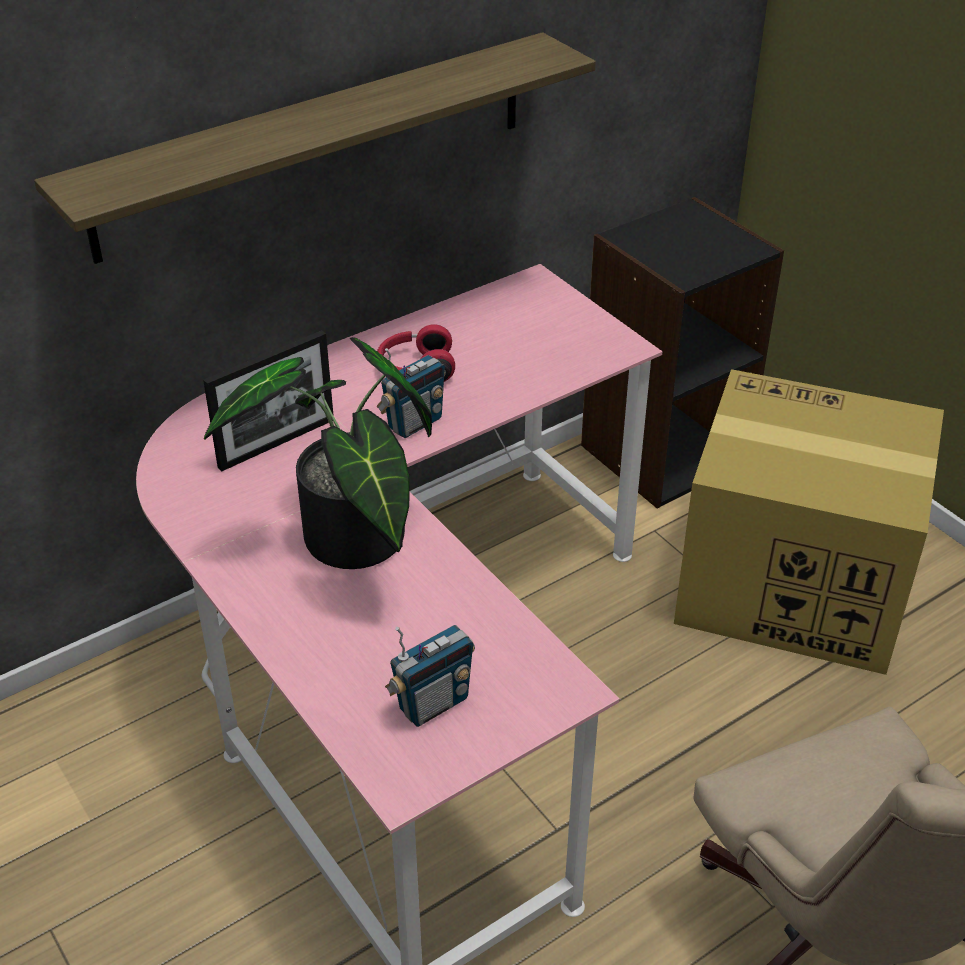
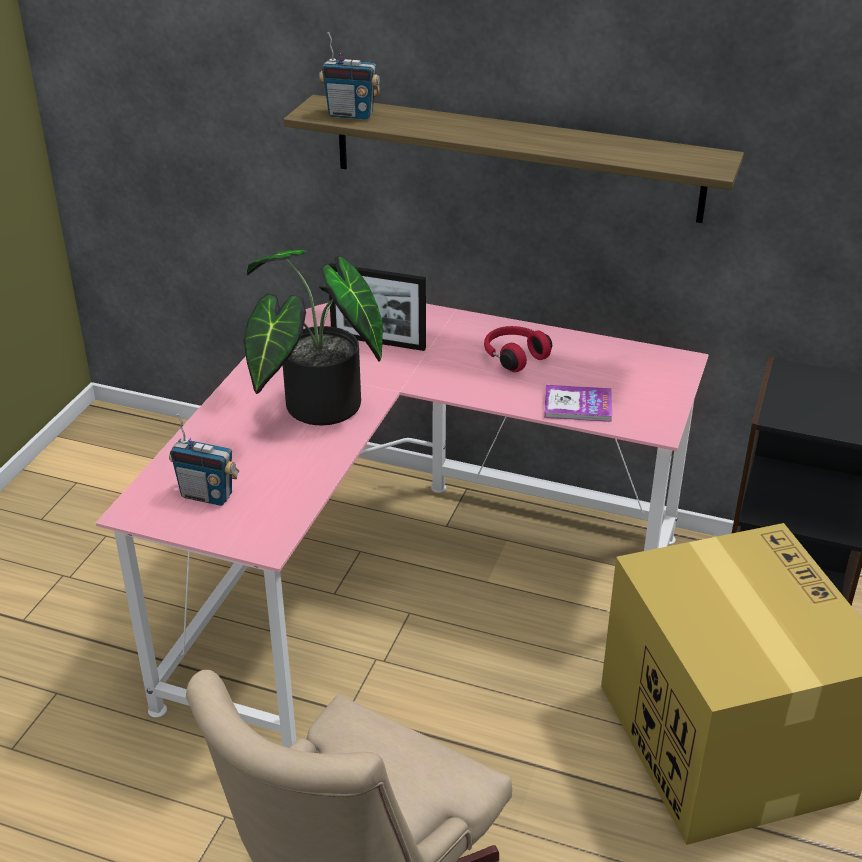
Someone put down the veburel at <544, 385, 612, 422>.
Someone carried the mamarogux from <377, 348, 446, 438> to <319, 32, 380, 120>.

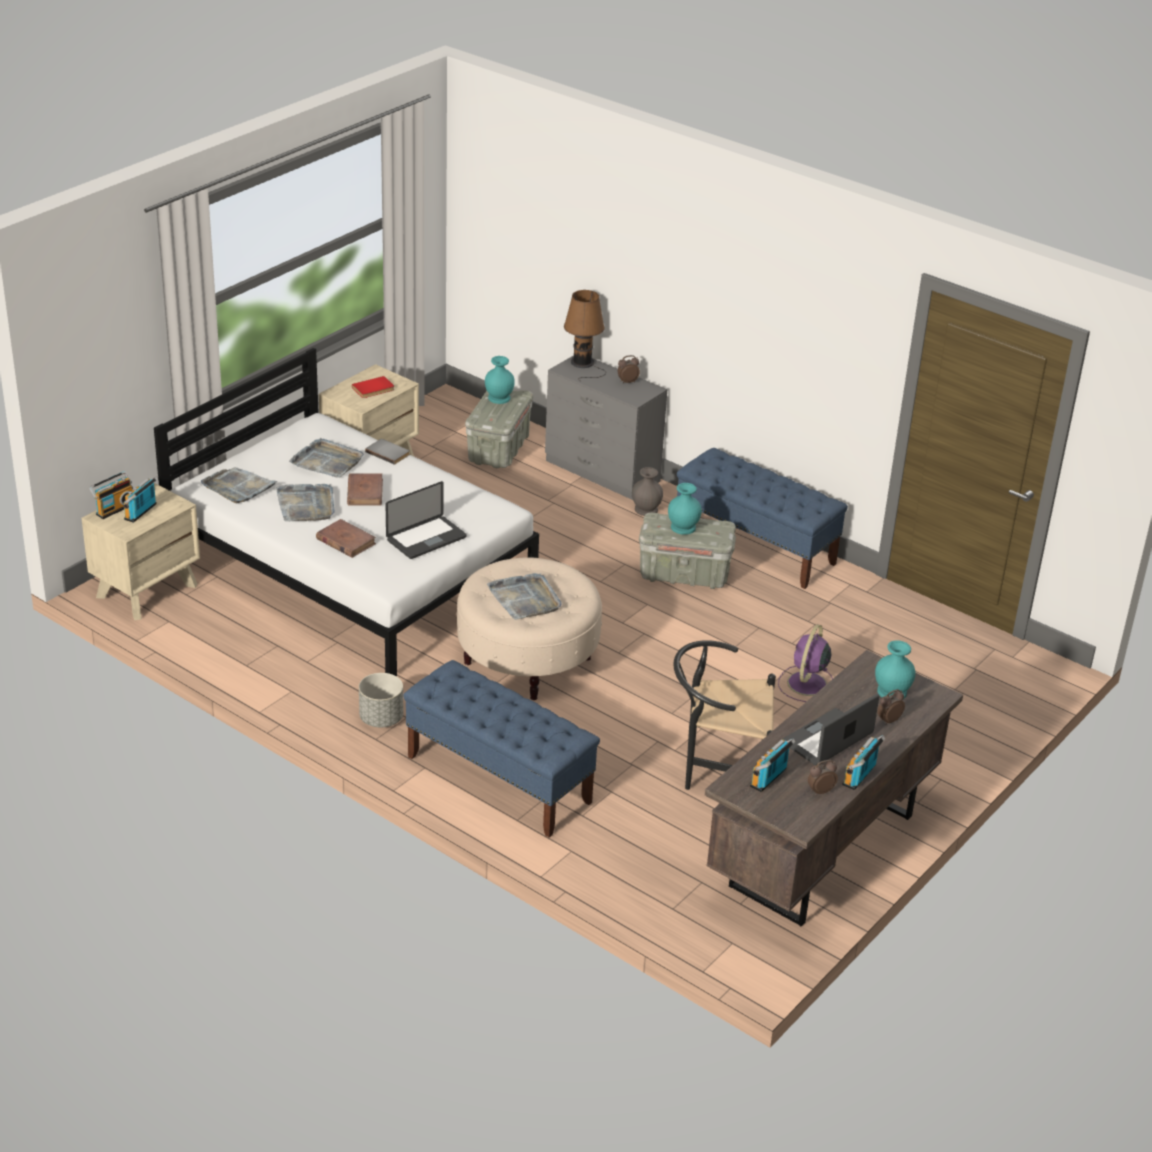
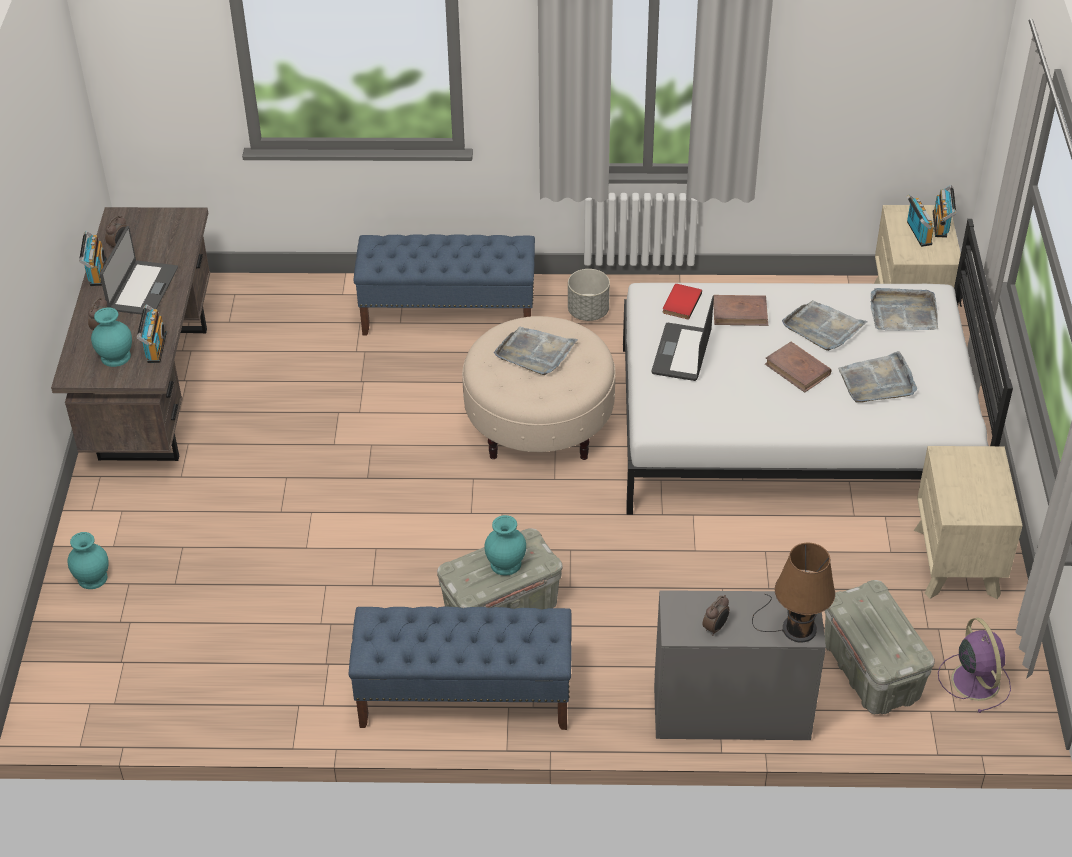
Someone took away the grey_veburel at <365, 439, 410, 465>.
Someone took away the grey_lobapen at <632, 467, 663, 516>.
Someone took away the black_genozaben at <673, 640, 776, 790>.
Someone carried the red_veburel from <352, 376, 394, 398> to <663, 284, 702, 320>.
Someone carried the turquoise_lobapen from <485, 356, 515, 404> to <67, 532, 109, 589>.
Someone carried the mamarogux from <750, 738, 796, 792> to <137, 304, 167, 363>.
Someone carried the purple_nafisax from <778, 624, 833, 702> to <938, 618, 1011, 713>.

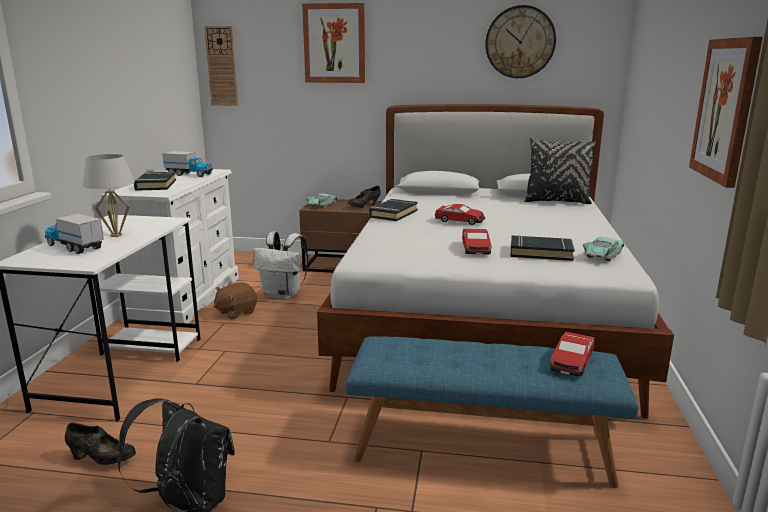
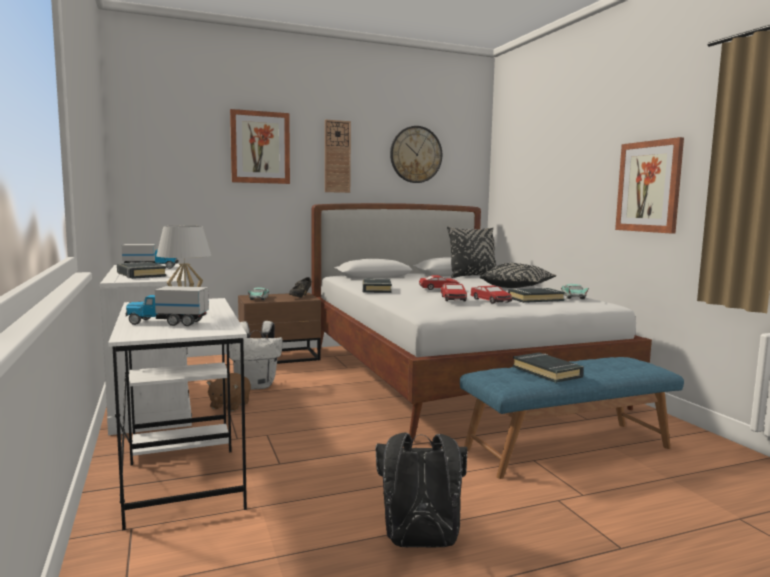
Someone took away the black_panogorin at <65, 423, 136, 465>.
Someone put down the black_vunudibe at <480, 263, 556, 288>.
Someone put down the black_veburel at <513, 353, 584, 383>.
Someone carried the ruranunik from <204, 26, 238, 106> to <325, 119, 351, 193>.
Someone carried the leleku from <550, 332, 595, 376> to <441, 283, 467, 301>.

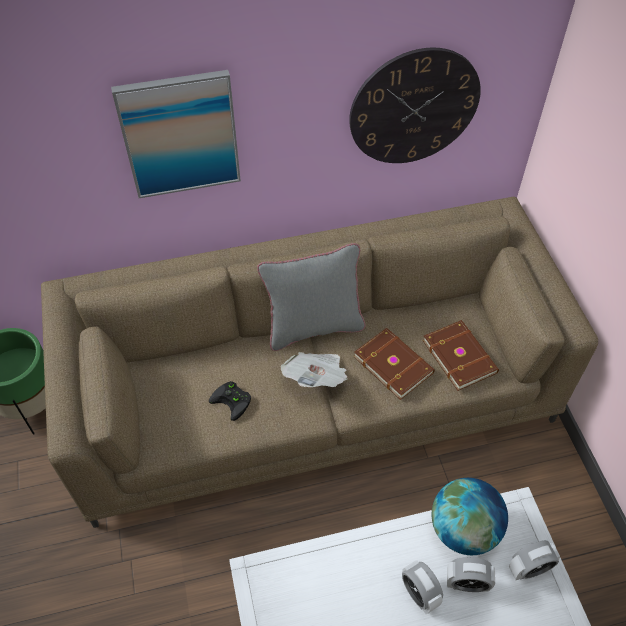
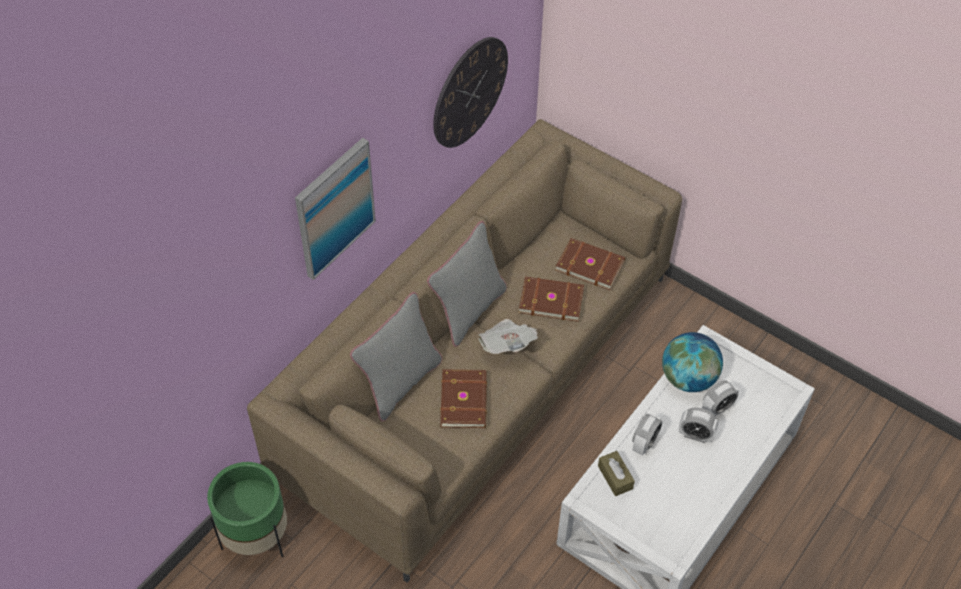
Someone put down the grey_vunudibe at <350, 292, 442, 421>.
Someone put down the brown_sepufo at <598, 451, 635, 496>.
Someone carried the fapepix from <509, 540, 560, 580> to <632, 413, 662, 456>.
Someone swapped the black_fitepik at <209, 381, 251, 421> for the brown_veburel at <440, 369, 487, 428>.

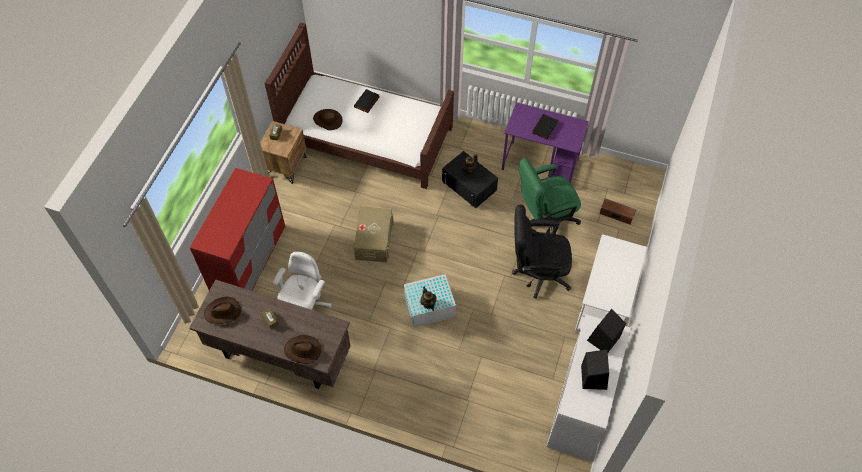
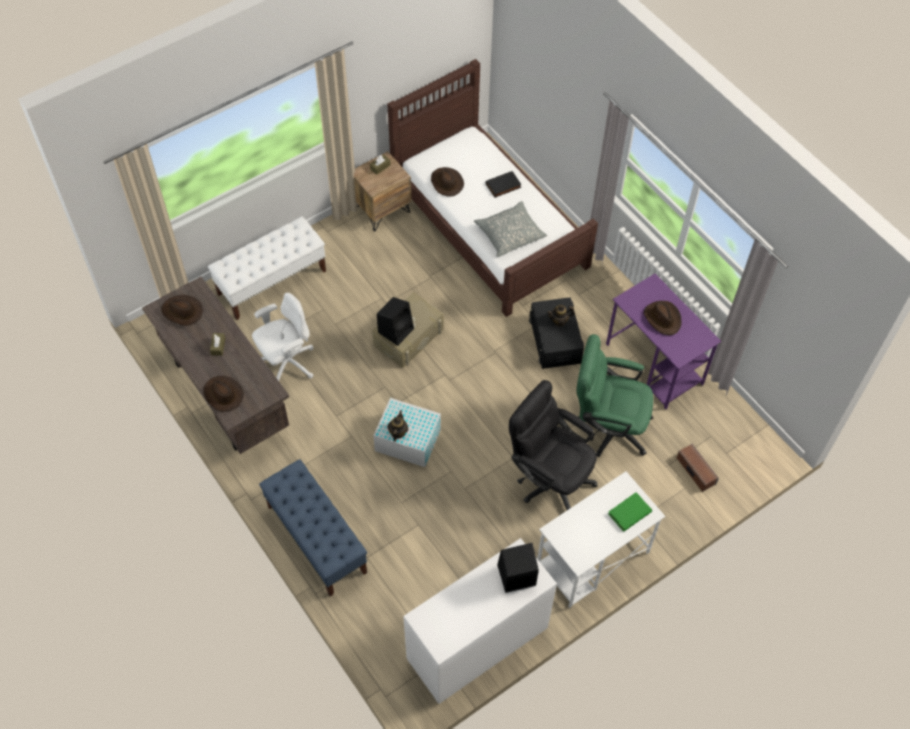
Someone put down the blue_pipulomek at <259, 459, 367, 597>.
Someone put down the grey_vunudibe at <474, 201, 547, 257>.
Someone put down the green_veburel at <608, 492, 652, 532>.
Someone carried the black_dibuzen from <581, 349, 609, 390> to <377, 297, 414, 346>.
Someone swapped the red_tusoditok at <190, 168, 285, 291> for the white_pipulomek at <208, 217, 326, 320>.
Someone swapped the black_veburel at <532, 114, 558, 139> for the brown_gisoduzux at <644, 301, 681, 335>.

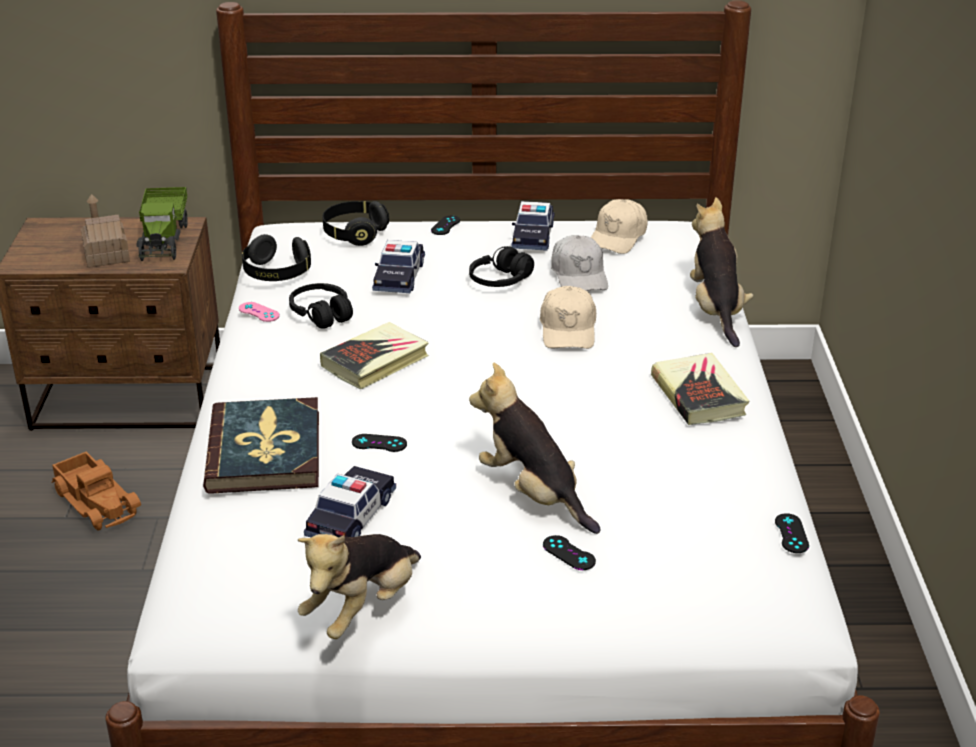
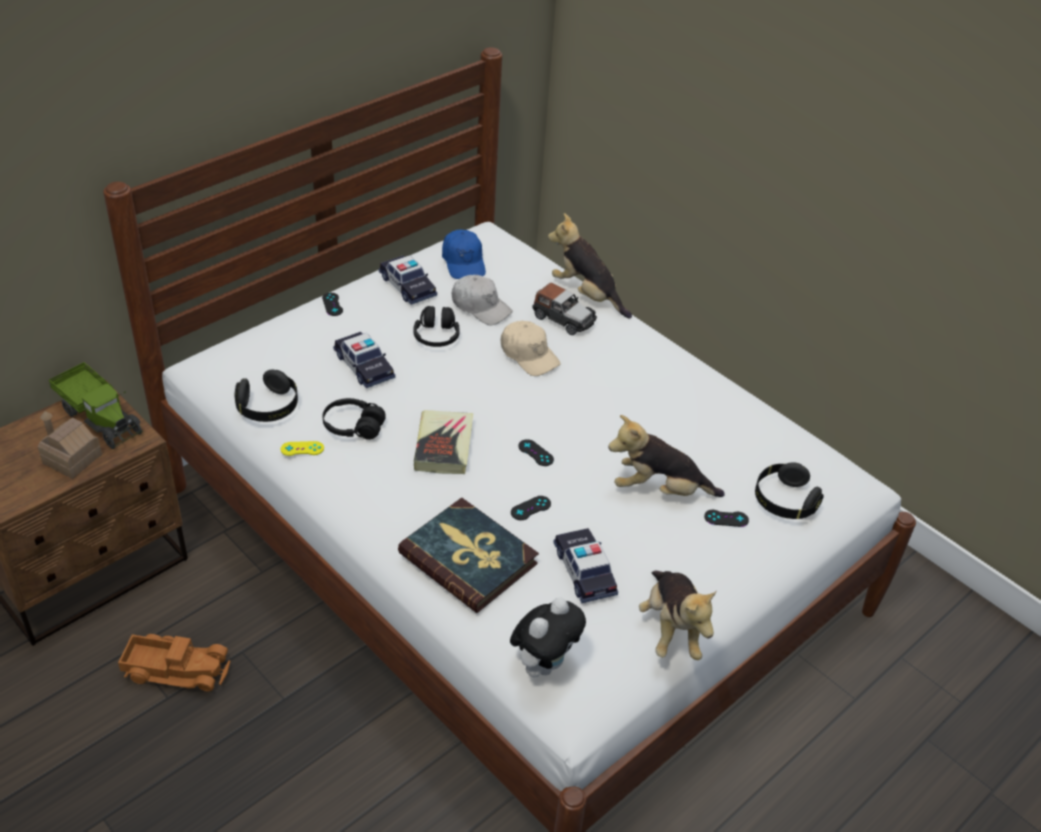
Someone took away the veburel at <651, 353, 749, 425>.
Someone put down the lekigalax at <510, 597, 586, 677>.
Someone put down the leleku at <532, 283, 597, 335>.
Someone carried the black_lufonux from <322, 201, 389, 246> to <755, 462, 824, 519>.
Someone carried the black_fitepik from <775, 513, 809, 553> to <518, 439, 554, 466>.
Someone repainted the pink_fitepik at <239, 302, 280, 322>, which became the yellow_fitepik at <281, 441, 324, 456>.
Someone repainted the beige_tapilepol at <591, 199, 648, 254>, which became the blue_tapilepol at <442, 230, 486, 279>.

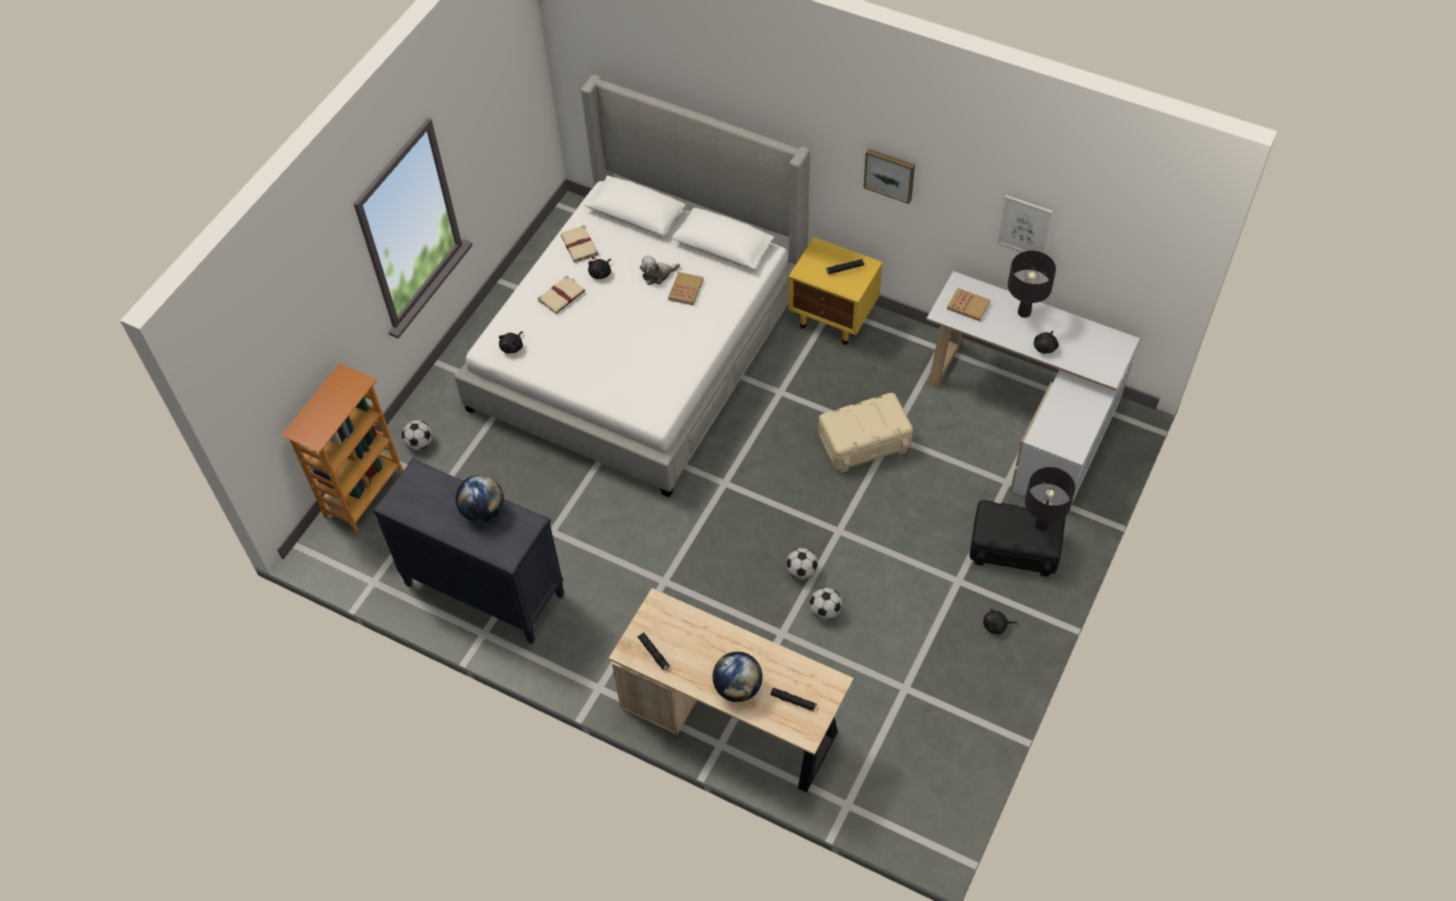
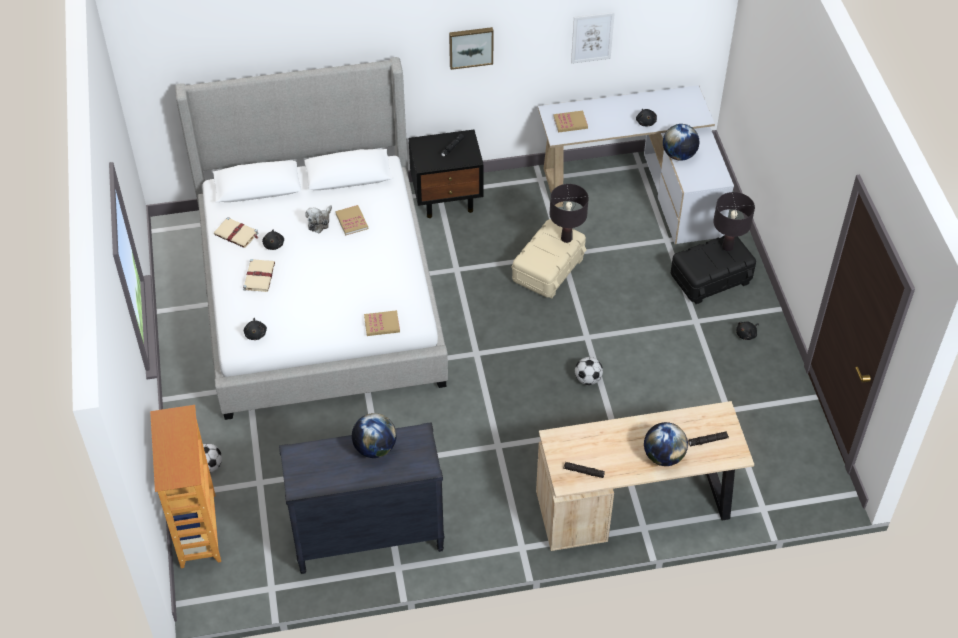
Someone took away the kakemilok at <810, 587, 842, 620>.
Someone put down the veburel at <364, 310, 400, 336>.
Someone put down the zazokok at <663, 124, 699, 161>.
Someone carried the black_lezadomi from <1008, 251, 1056, 318> to <550, 184, 589, 243>.
Someone repainted the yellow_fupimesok at <788, 237, 882, 345>, which became the black_fupimesok at <408, 130, 484, 218>.

